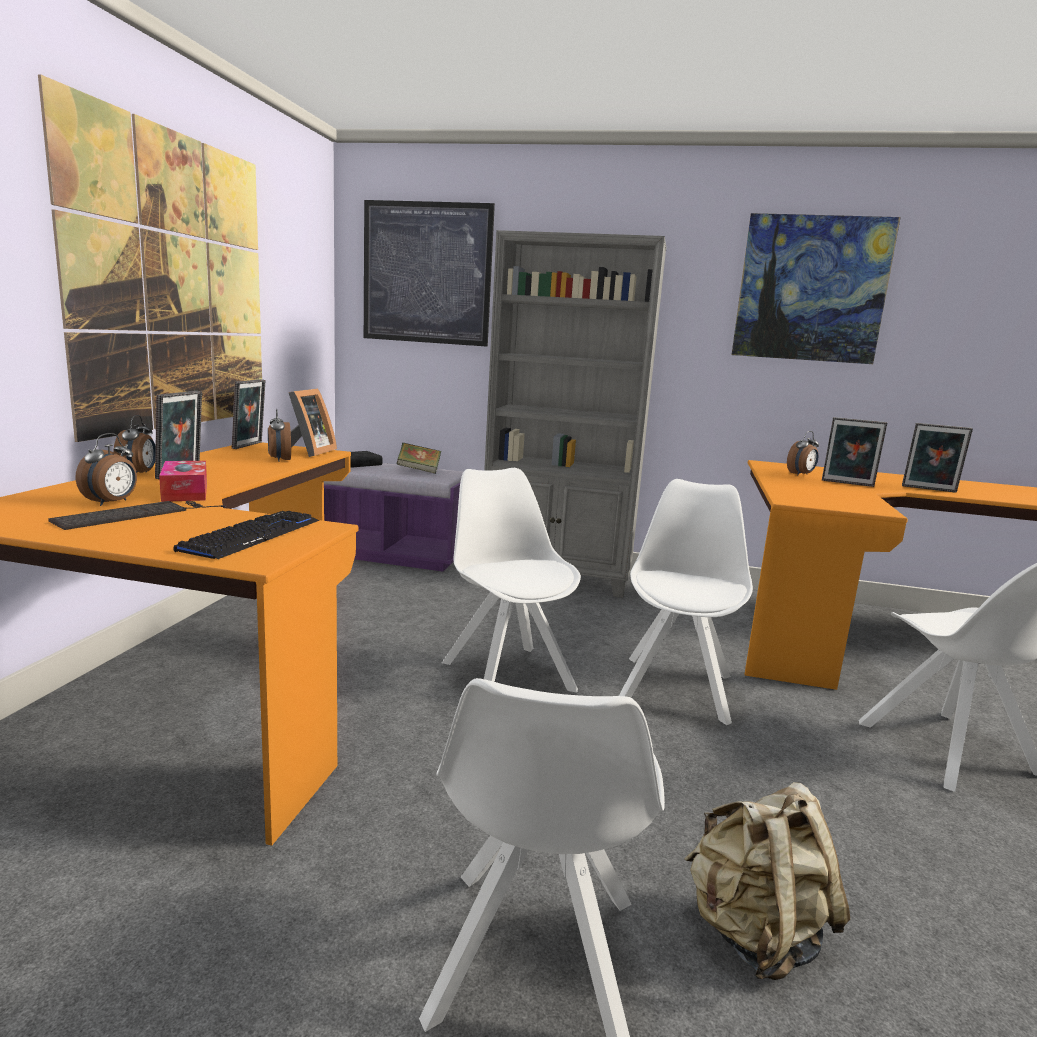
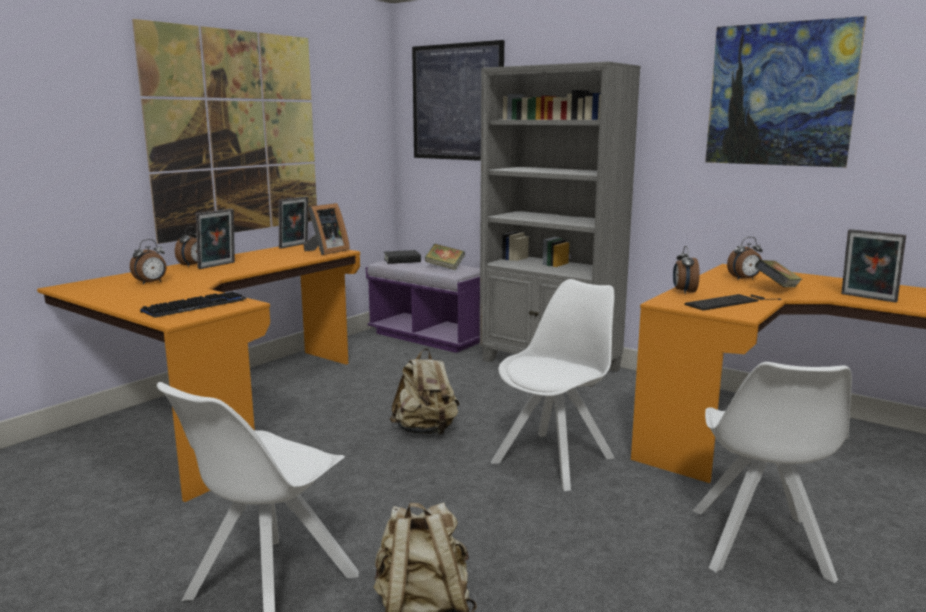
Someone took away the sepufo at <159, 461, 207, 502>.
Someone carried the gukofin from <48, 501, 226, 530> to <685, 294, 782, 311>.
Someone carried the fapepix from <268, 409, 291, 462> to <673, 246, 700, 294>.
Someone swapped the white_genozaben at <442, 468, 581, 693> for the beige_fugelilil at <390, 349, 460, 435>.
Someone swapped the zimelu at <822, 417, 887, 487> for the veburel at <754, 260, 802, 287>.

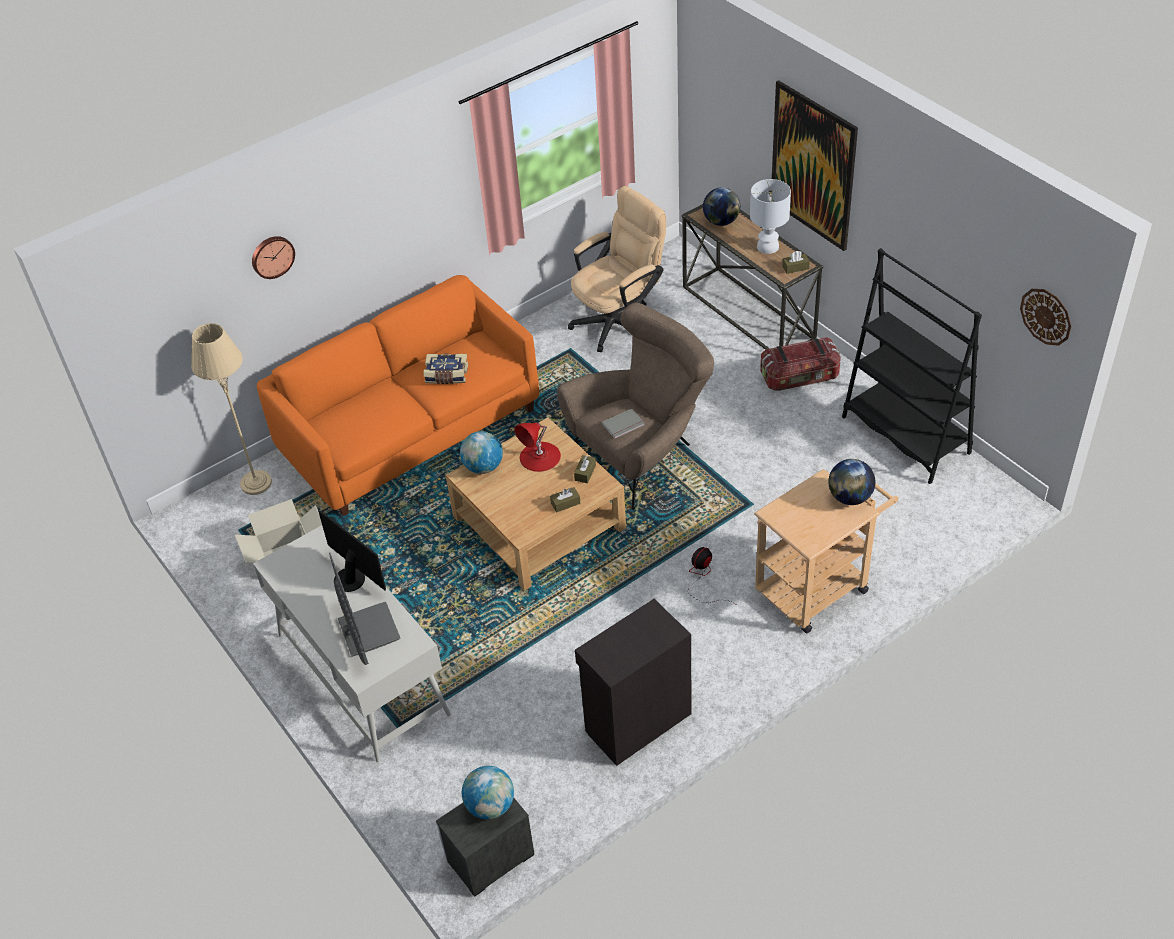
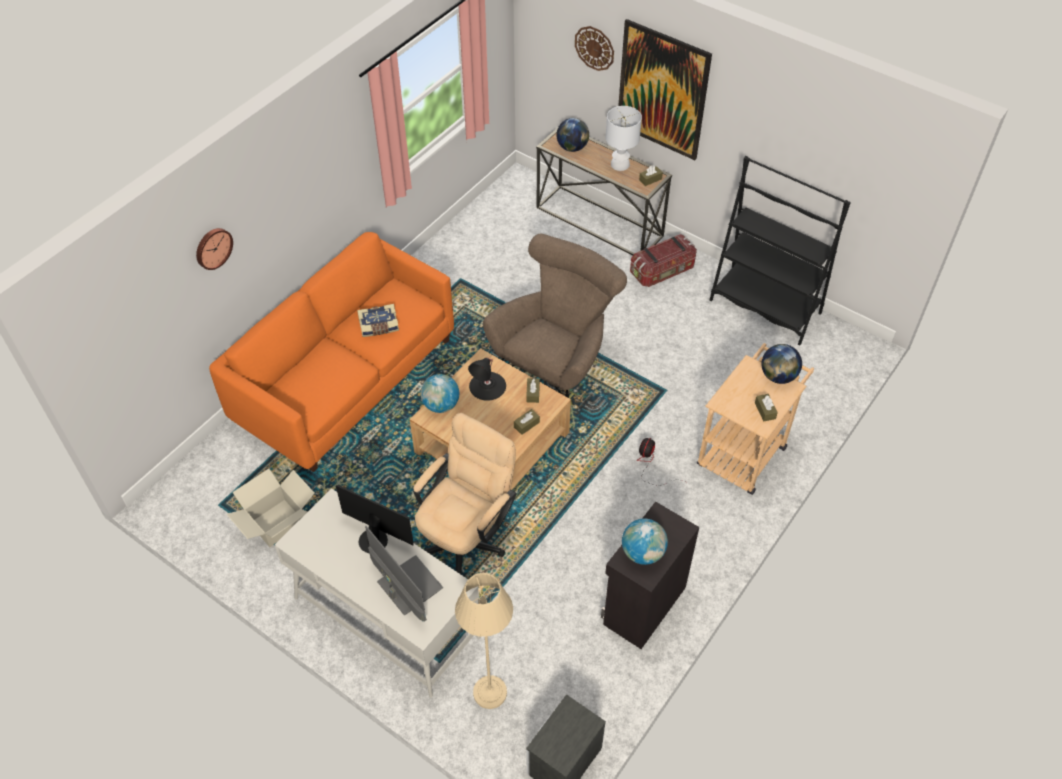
Someone took away the grey_veburel at <602, 409, 645, 439>.
Someone put down the brown_sepufo at <755, 394, 778, 421>.
Someone carried the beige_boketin from <191, 323, 272, 495> to <455, 573, 513, 709>.
Someone carried the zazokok from <462, 766, 514, 819> to <622, 519, 668, 565>.
Someone carried the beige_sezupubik from <568, 186, 666, 352> to <413, 413, 517, 574>.
Someone carried the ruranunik from <1020, 289, 1071, 346> to <575, 26, 614, 71>.
Someone repainted the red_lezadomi at <514, 422, 561, 472>, which became the black_lezadomi at <468, 358, 506, 401>.

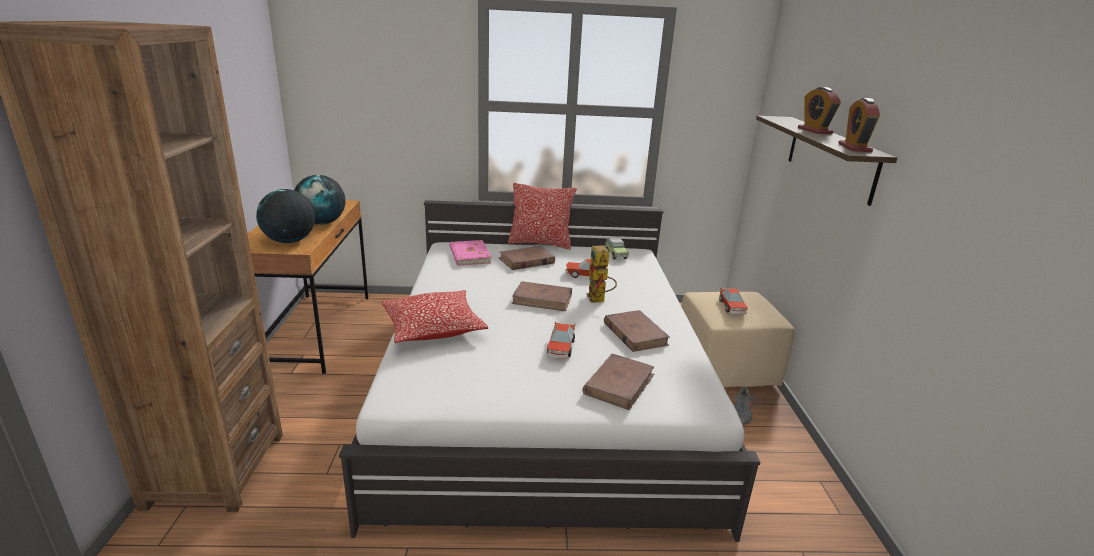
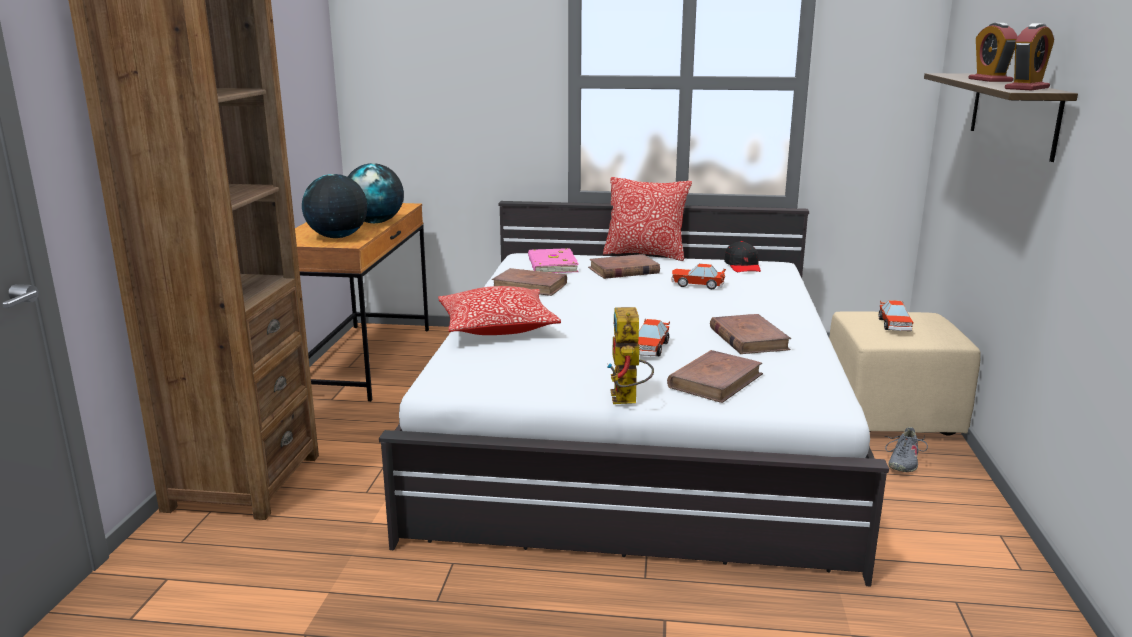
Someone carried the brown_veburel from <512, 281, 572, 311> to <492, 268, 567, 296>.
Someone carried the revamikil from <586, 245, 617, 303> to <607, 307, 654, 404>.
Someone swapped the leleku at <605, 237, 629, 259> for the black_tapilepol at <724, 241, 761, 272>.
Someone rotated the fapepix at <838, 98, 880, 152> by 150 degrees counterclockwise.

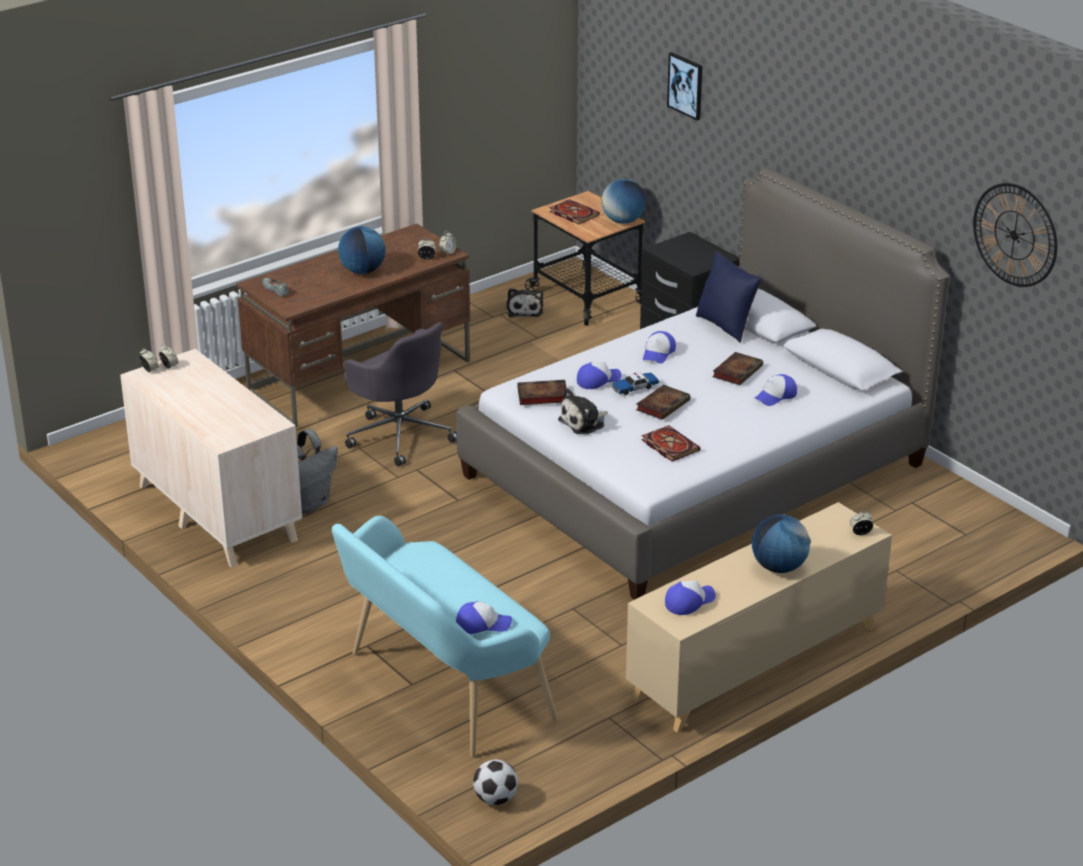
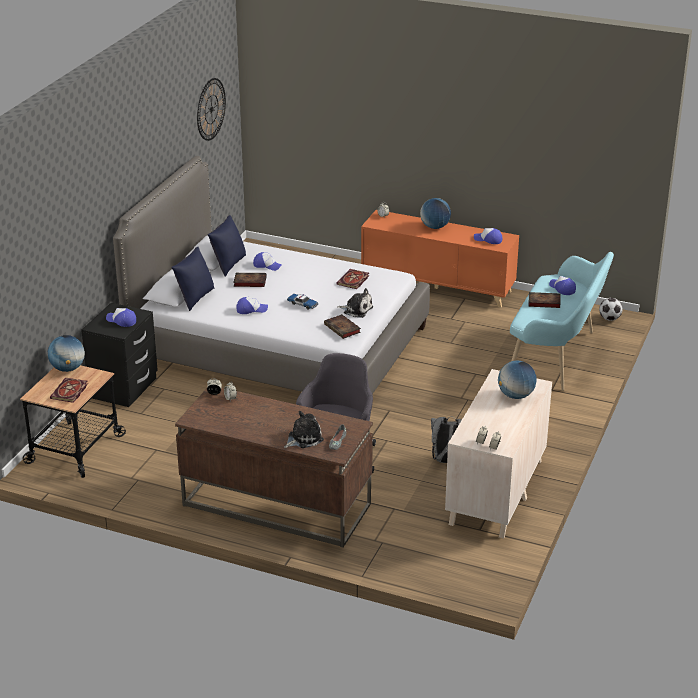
Someone took away the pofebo at <667, 52, 702, 120>.
Someone put down the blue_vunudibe at <208, 215, 246, 277>.
Someone carried the zazokok from <338, 226, 386, 274> to <498, 360, 537, 399>.
Someone carried the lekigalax from <507, 288, 543, 318> to <284, 411, 324, 448>.
Someone carried the tapilepol from <577, 362, 622, 389> to <106, 308, 136, 327>.
Someone carried the veburel from <636, 385, 690, 420> to <528, 292, 561, 308>.
Someone repainted the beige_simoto at <626, 502, 892, 733>, which became the orange_simoto at <361, 210, 519, 308>.

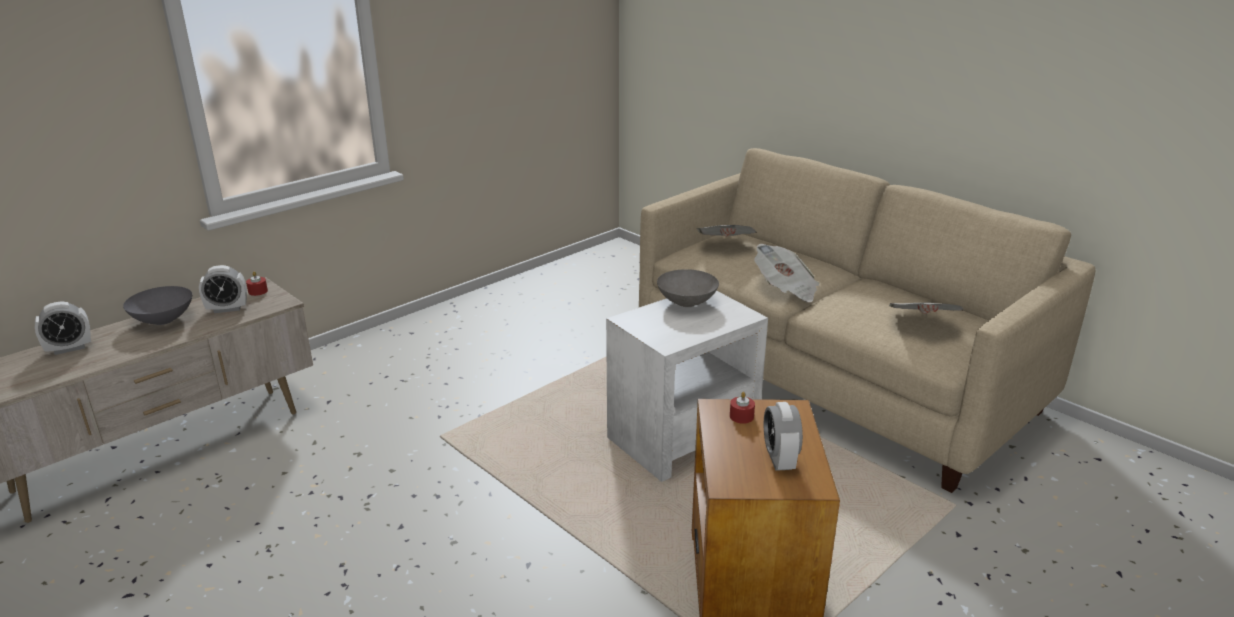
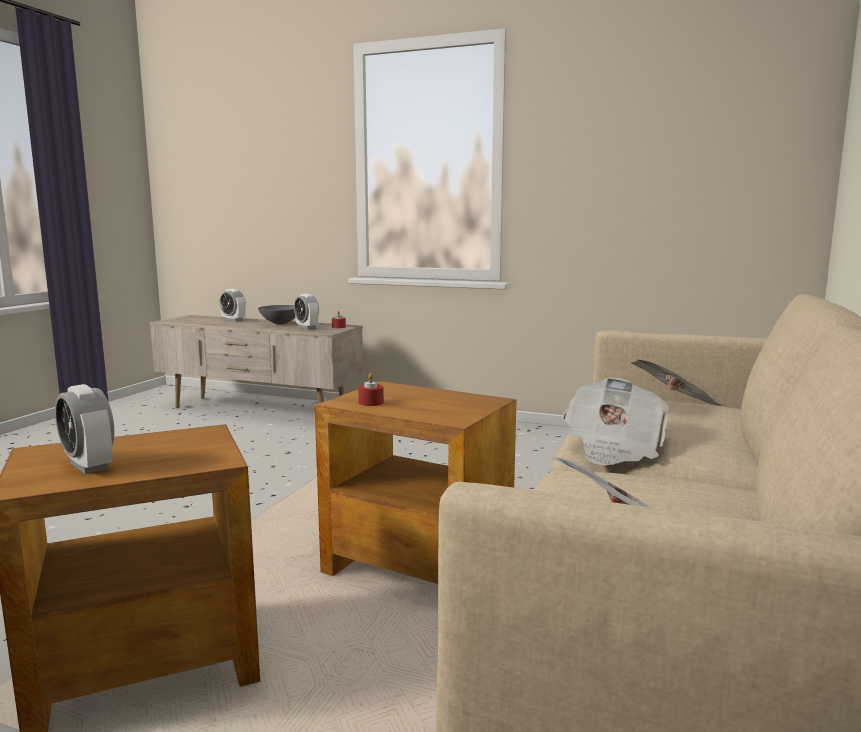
Someone took away the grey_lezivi at <657, 269, 719, 307>.
Someone carried the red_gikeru from <730, 392, 755, 424> to <358, 373, 384, 406>.
Someone repainted the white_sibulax at <606, 290, 768, 482>, which became the brown_sibulax at <315, 381, 516, 584>.
Someone rotated the fapepix at <764, 402, 803, 471> by 105 degrees counterclockwise.

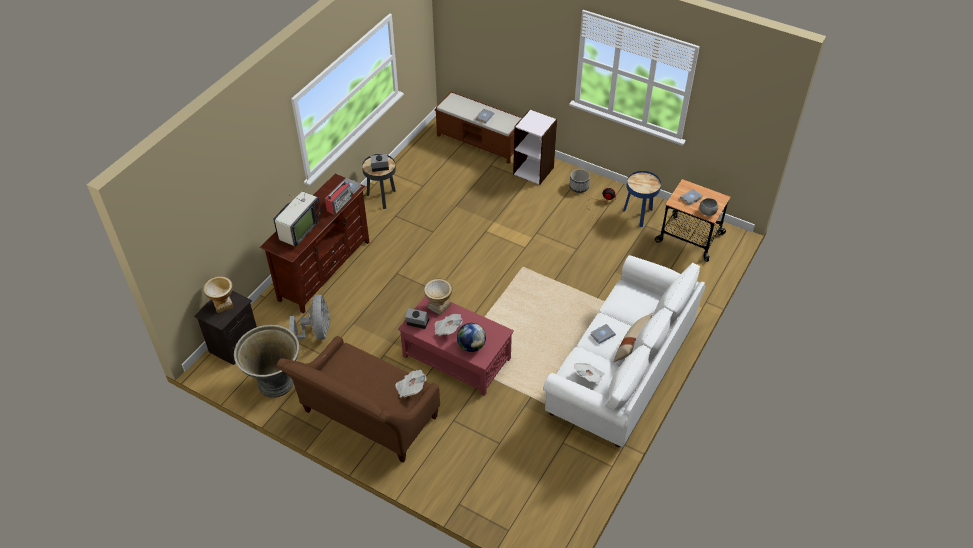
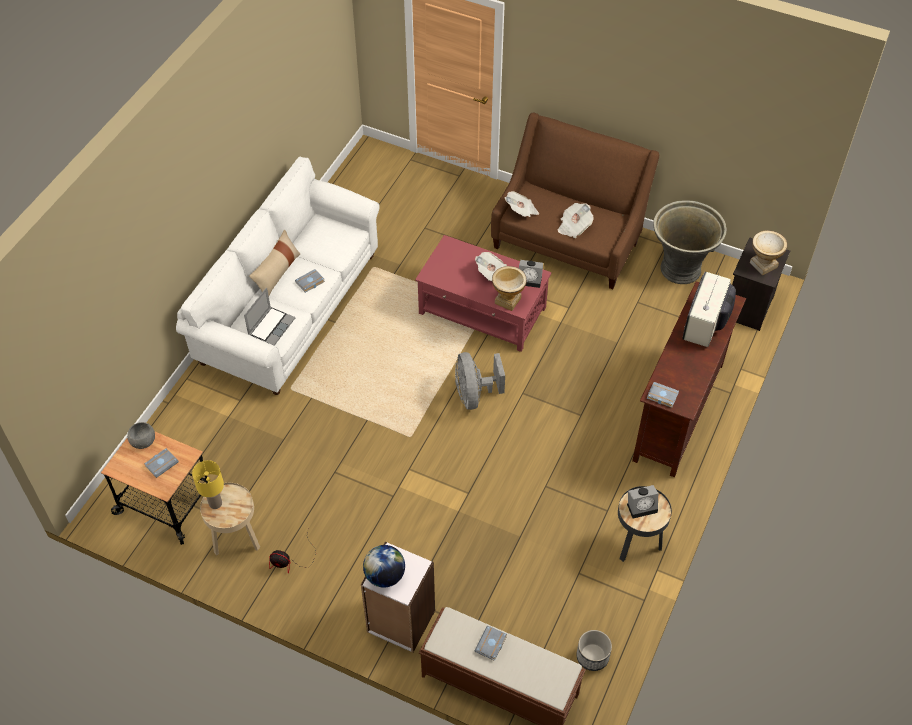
Someone took away the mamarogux at <325, 181, 352, 214>.
Someone put down the yellow_lezadomi at <192, 460, 224, 509>.
Someone put down the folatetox at <244, 287, 295, 346>.
Someone carried the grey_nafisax from <289, 295, 330, 340> to <455, 352, 505, 410>.
Someone carried the zazokok from <457, 323, 486, 352> to <363, 545, 405, 588>.
Someone carried the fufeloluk from <569, 169, 590, 193> to <577, 630, 612, 671>.
Someone carried the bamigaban from <574, 363, 605, 383> to <558, 203, 594, 238>.
Someone repainted the blue_sibulax at <623, 171, 661, 227>, which became the beige_sibulax at <200, 483, 260, 556>.

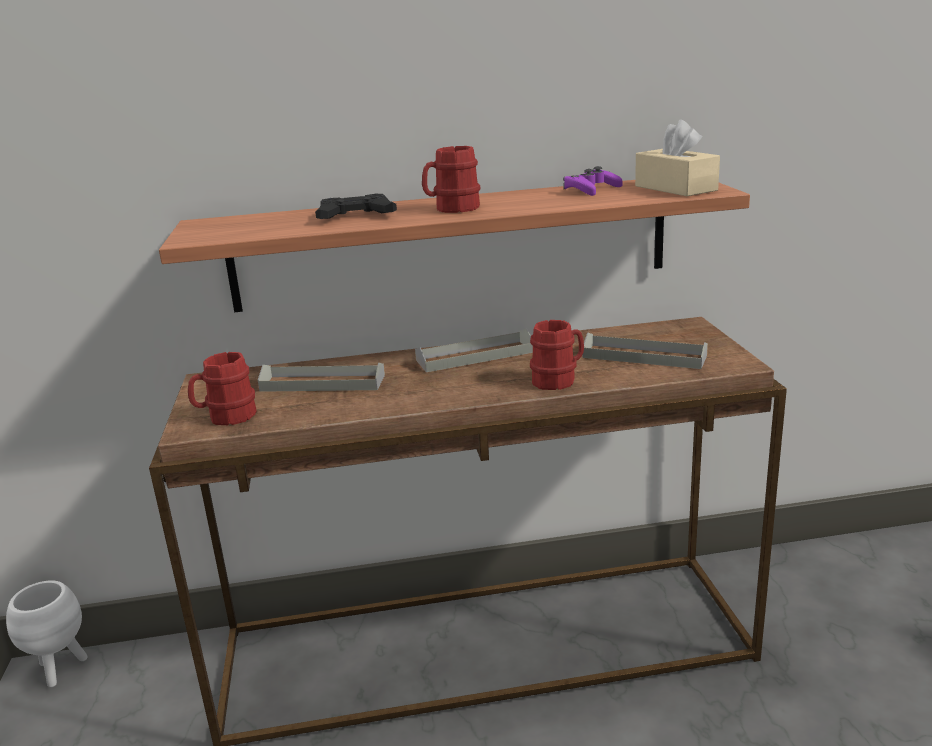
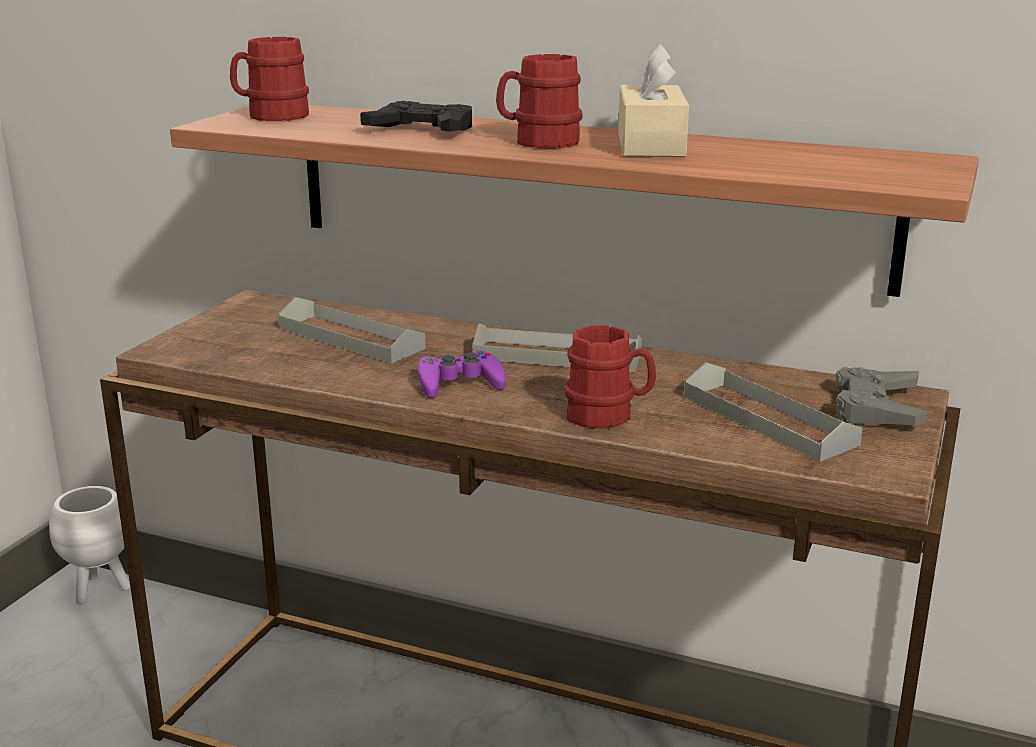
Someone put down the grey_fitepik at <835, 367, 927, 425>.
Someone carried the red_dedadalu from <188, 352, 257, 425> to <230, 37, 309, 121>.
Someone carried the purple_fitepik from <563, 166, 623, 196> to <417, 350, 506, 398>.
Someone carried the beige_sepufo from <635, 119, 720, 196> to <618, 44, 689, 157>.

